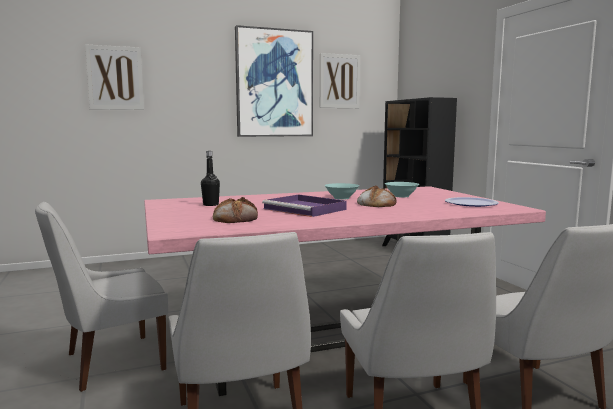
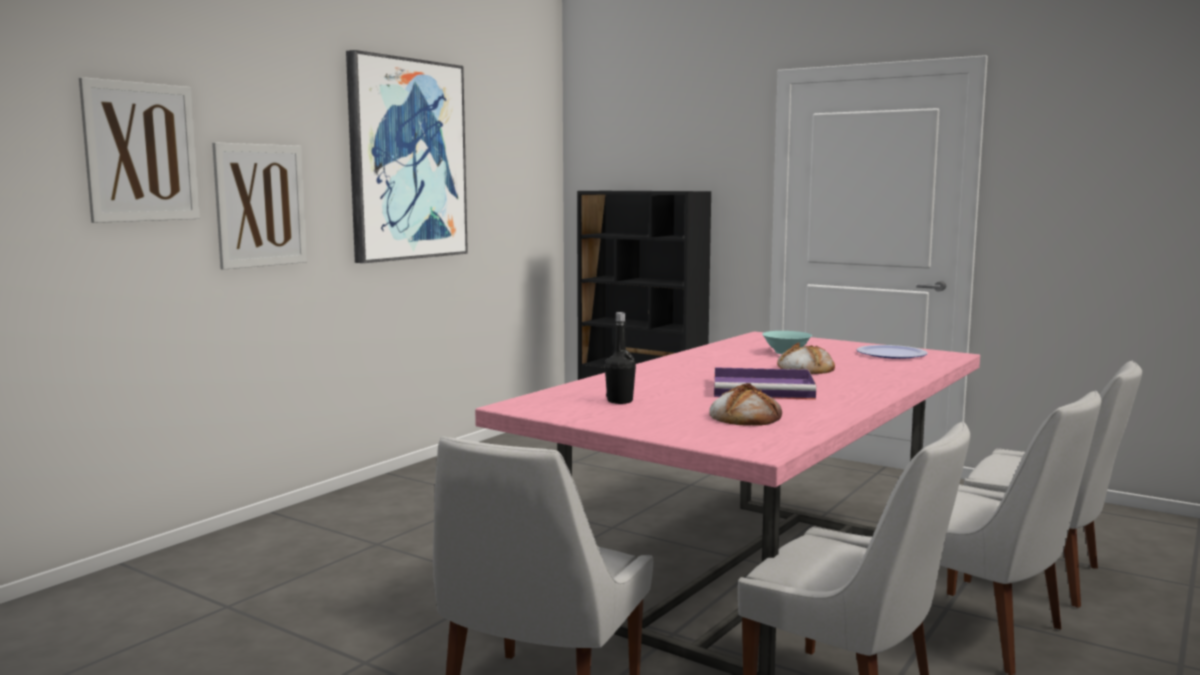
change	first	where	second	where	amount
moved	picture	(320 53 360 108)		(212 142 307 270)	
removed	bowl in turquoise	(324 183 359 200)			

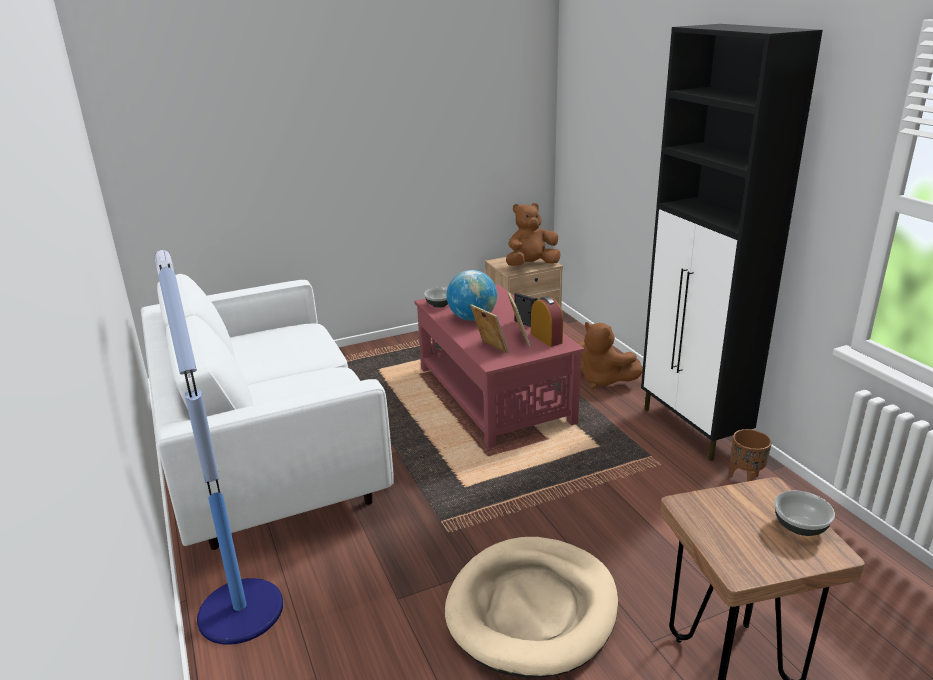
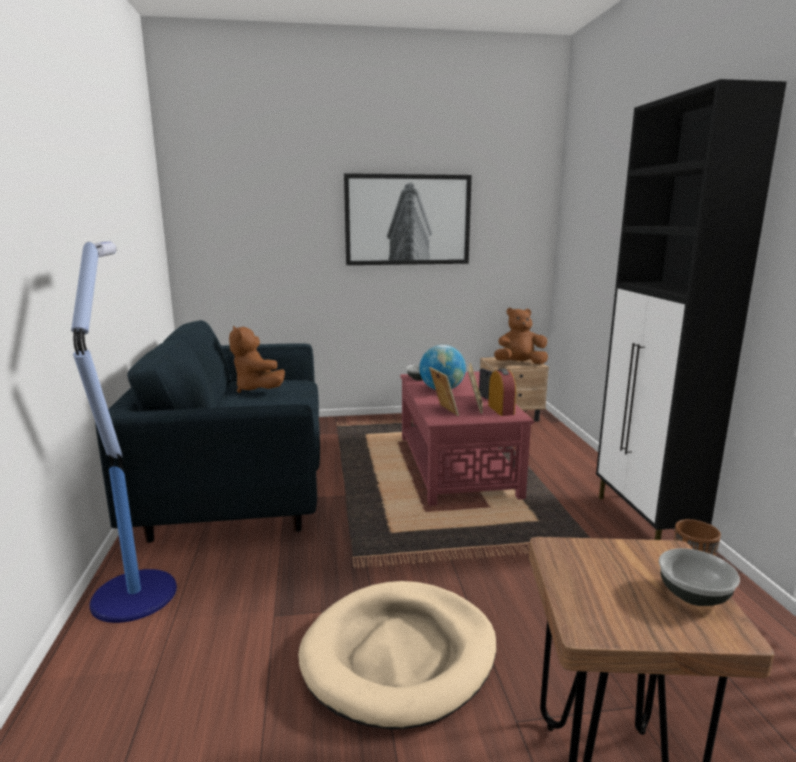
change	first	where	second	where	amount
recoloured	sofa in white	(141 274 394 550)	sofa in blue	(95 320 320 543)	
moved	plush toy in brown	(578 322 643 389)		(229 326 285 393)	
added			picture	(344 173 472 265)	

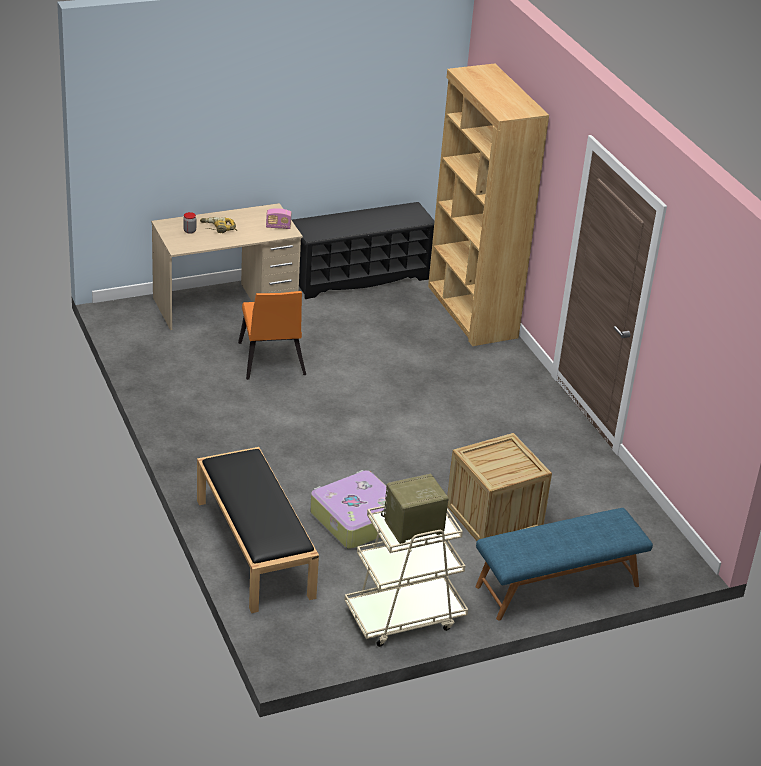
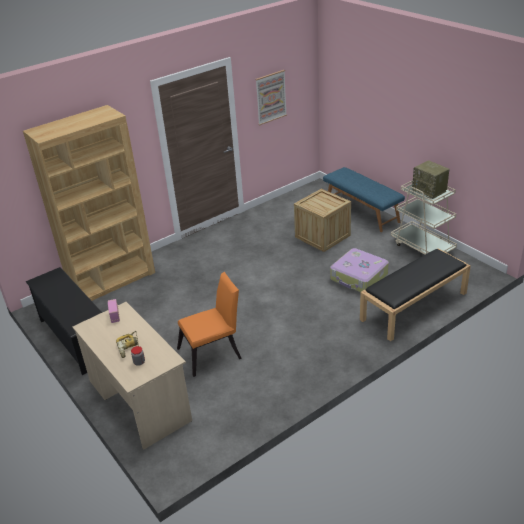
change	first	where	second	where	amount
added			picture	(255 70 287 125)	

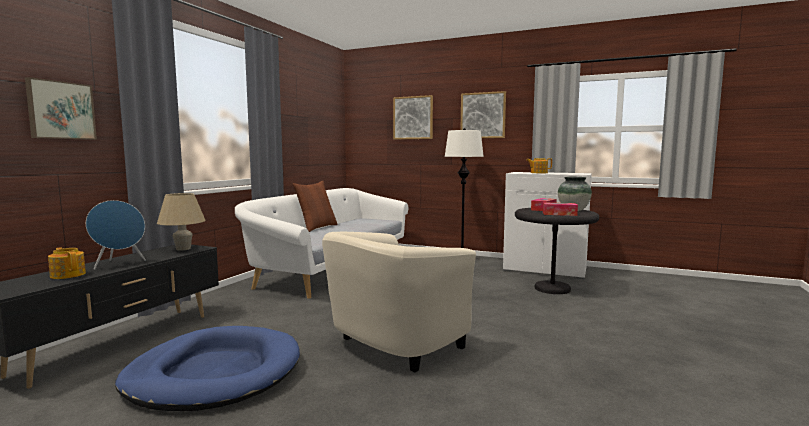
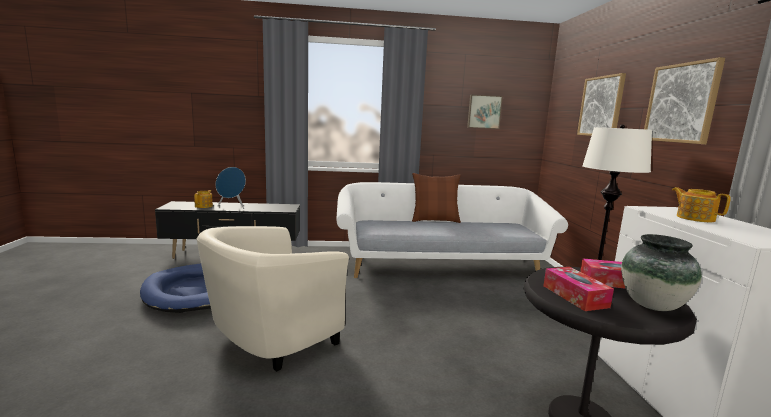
change	first	where	second	where	amount
turned	armchair in beige	(322 232 476 373)		(197 226 349 372)	60 degrees counterclockwise
moved	picture	(25 77 97 140)		(467 95 503 129)	
removed	table lamp in beige	(157 193 206 251)			

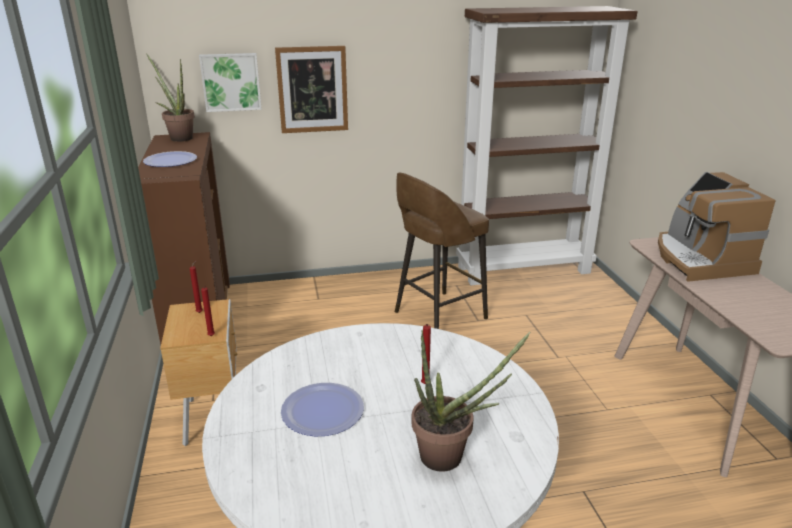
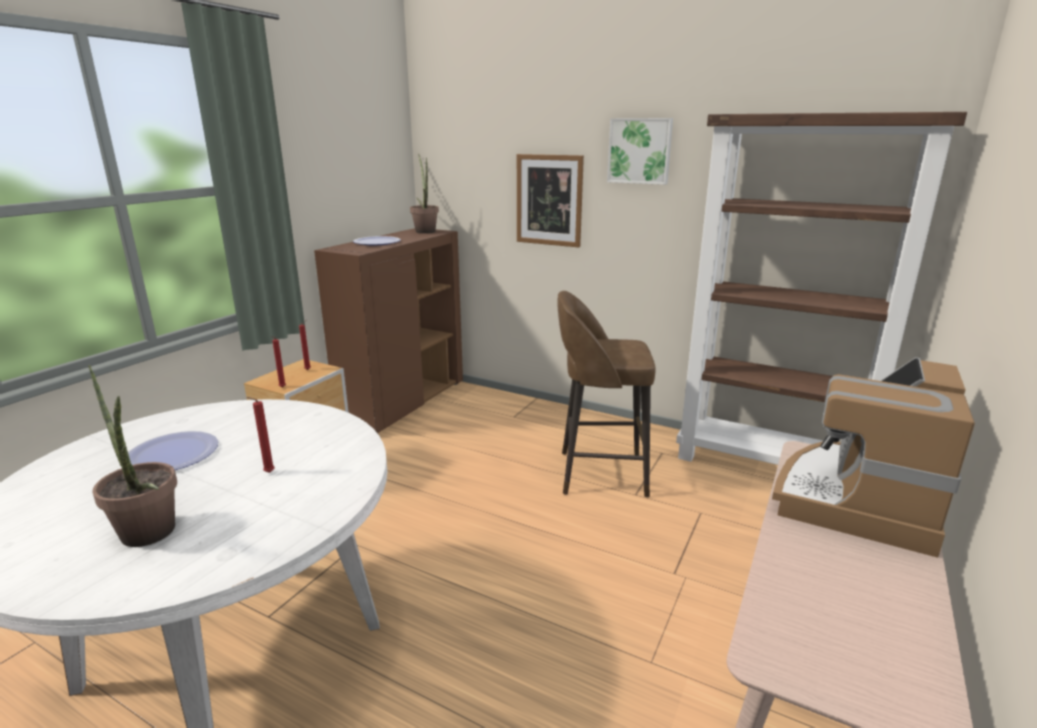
change	first	where	second	where	amount
moved	picture	(199 53 262 112)		(607 118 673 185)	

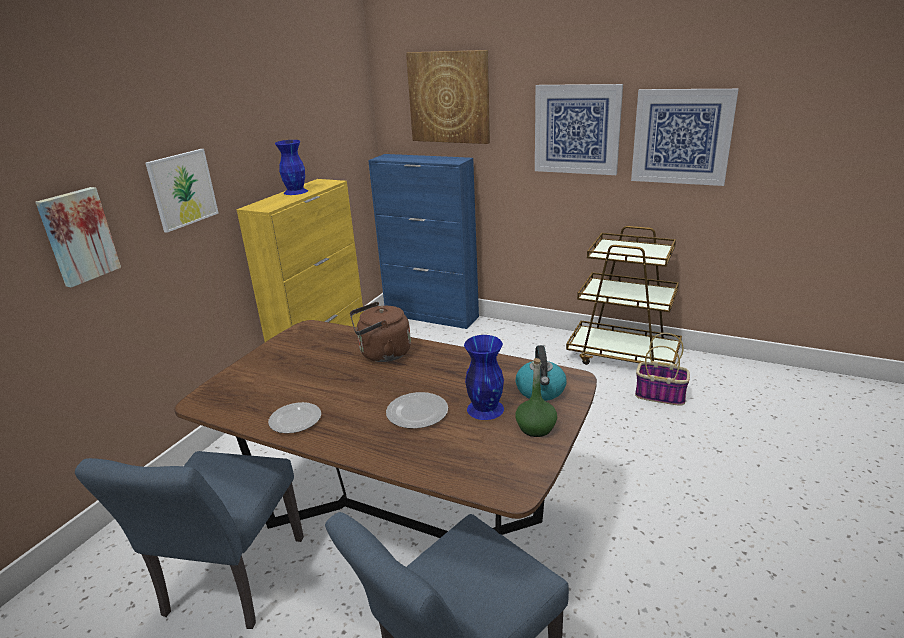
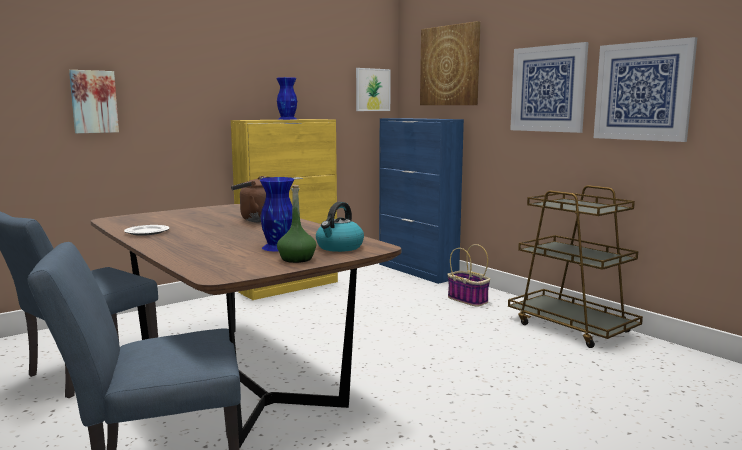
change	first	where	second	where	amount
moved	picture	(145 149 219 233)		(356 68 391 111)	
moved	basket	(635 333 690 406)		(447 244 490 307)	
removed	plate	(386 392 448 429)			

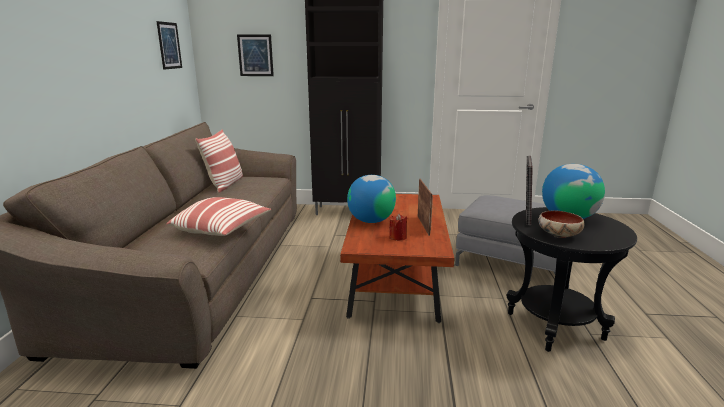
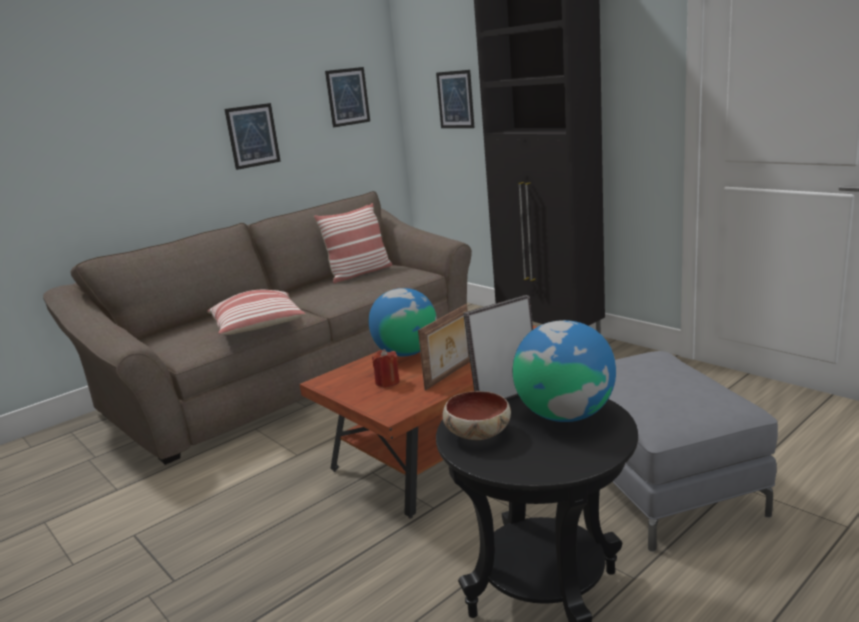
change	first	where	second	where	amount
added			picture	(224 103 281 170)	

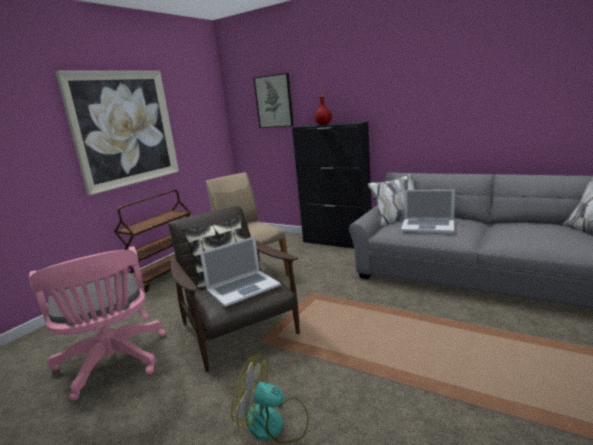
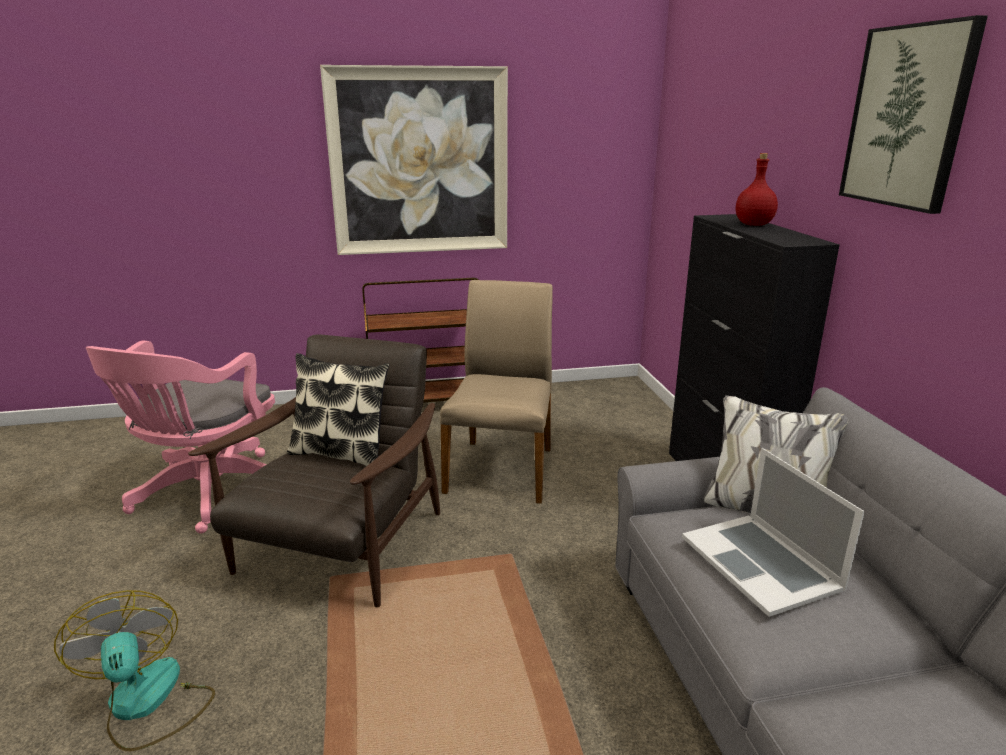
change	first	where	second	where	amount
moved	picture	(254 73 294 128)		(839 15 988 214)	
removed	laptop	(200 236 281 307)			

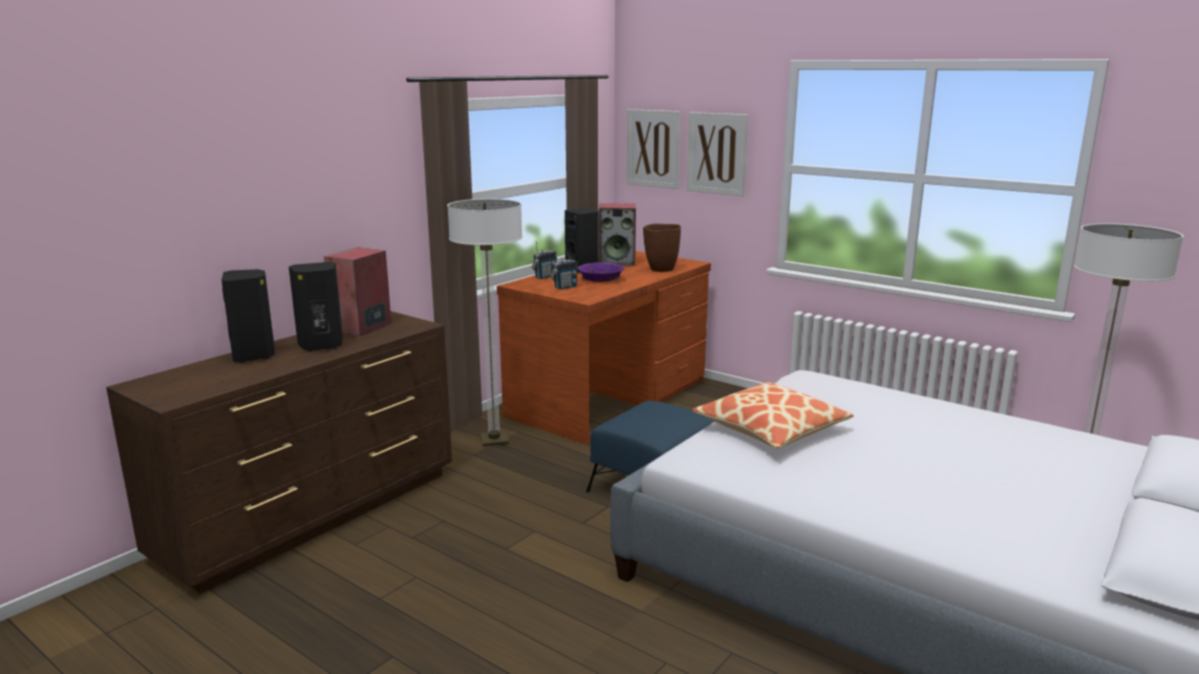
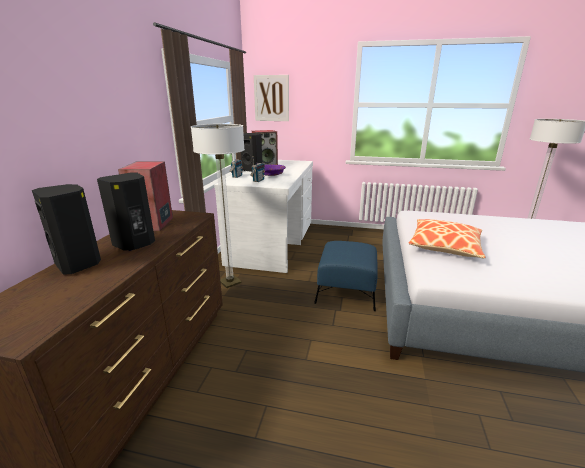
change	first	where	second	where	amount
recoloured	desk in brown	(497 251 711 445)	desk in white	(214 160 313 273)	
removed	vase in brown	(643 223 681 272)			
removed	picture	(687 112 748 196)			

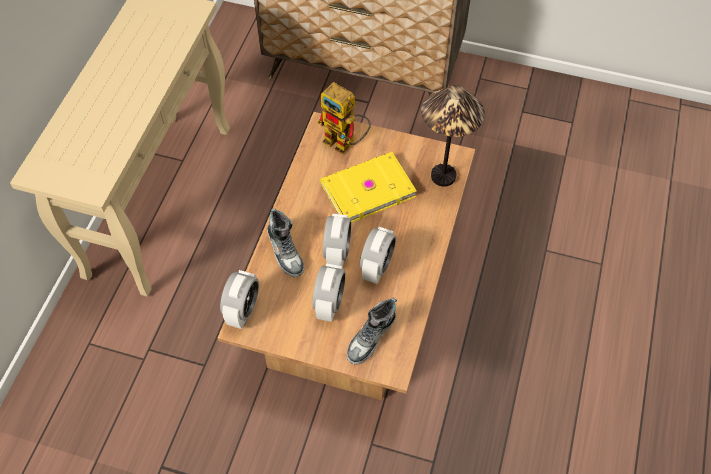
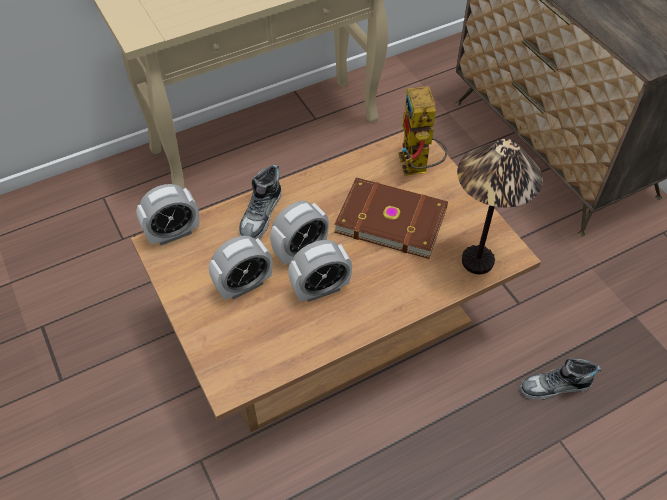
change	first	where	second	where	amount
recoloured	book in yellow	(320 152 417 223)	book in brown	(334 177 448 259)	
moved	shoe	(347 298 397 365)		(520 358 601 400)	

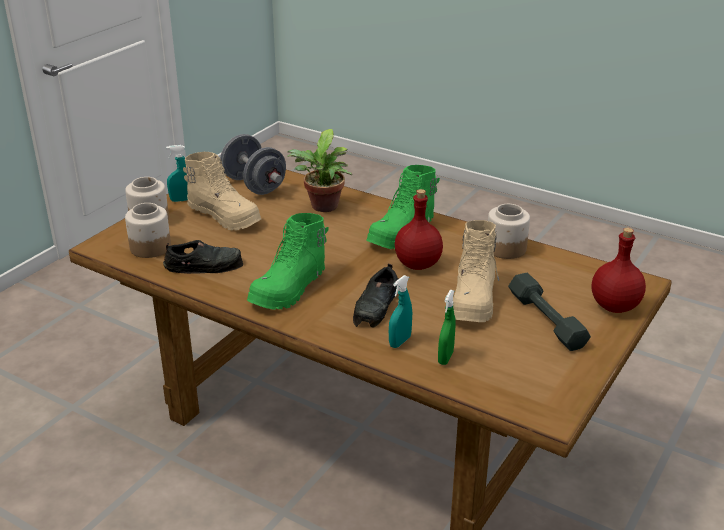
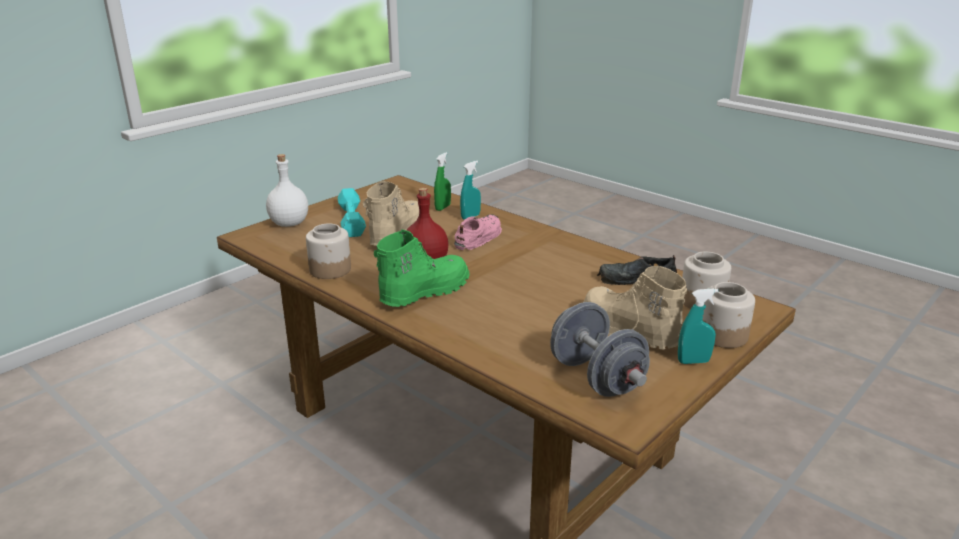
change	first	where	second	where	amount
recoloured	bottle in red	(592 228 646 313)	bottle in white	(266 154 308 227)	
recoloured	dumbbell in grey	(508 273 591 351)	dumbbell in turquoise	(338 188 366 237)	
recoloured	shoe in black	(353 264 398 328)	shoe in pink	(454 214 502 250)	
removed	boot in green	(247 213 329 310)			
removed	potted plant	(287 129 352 212)			

